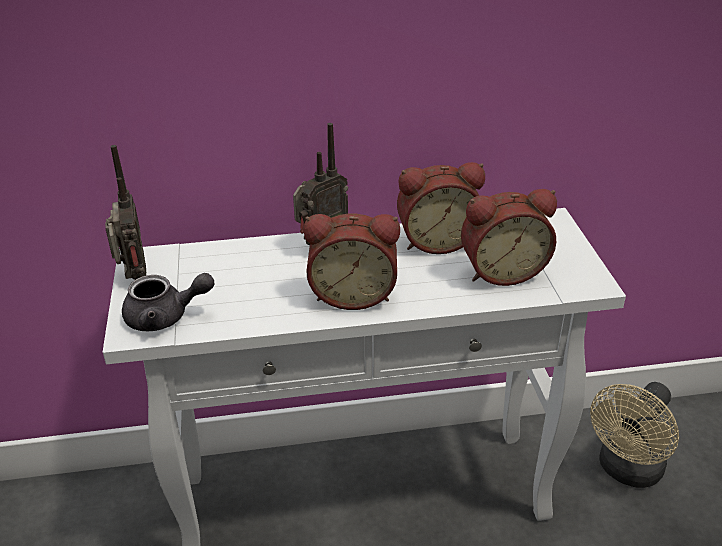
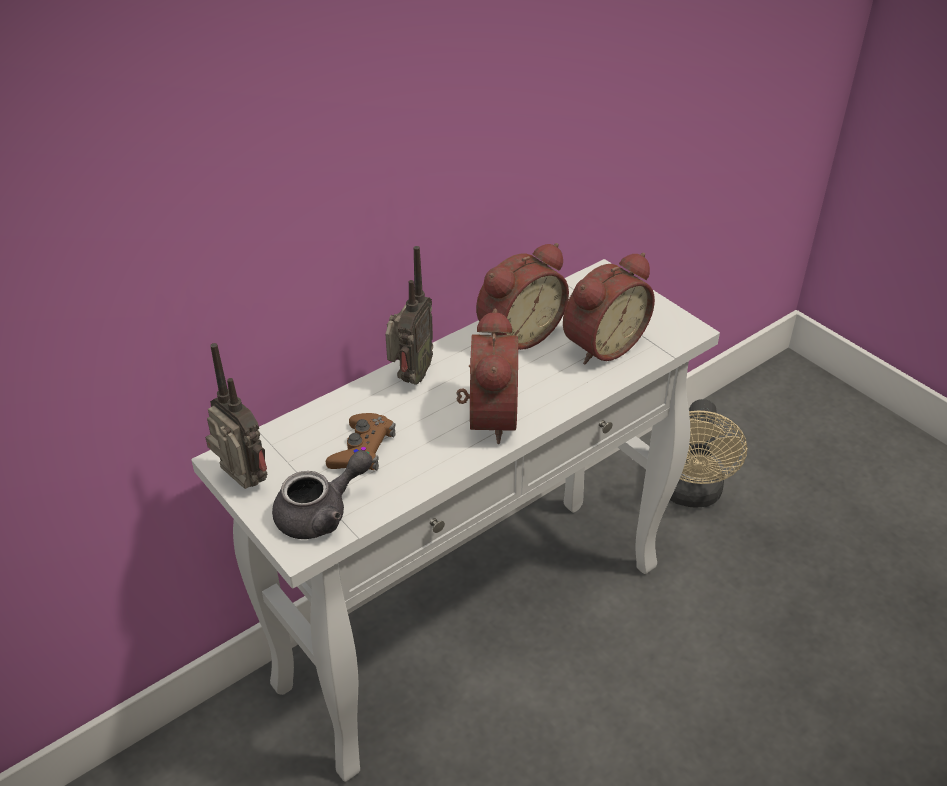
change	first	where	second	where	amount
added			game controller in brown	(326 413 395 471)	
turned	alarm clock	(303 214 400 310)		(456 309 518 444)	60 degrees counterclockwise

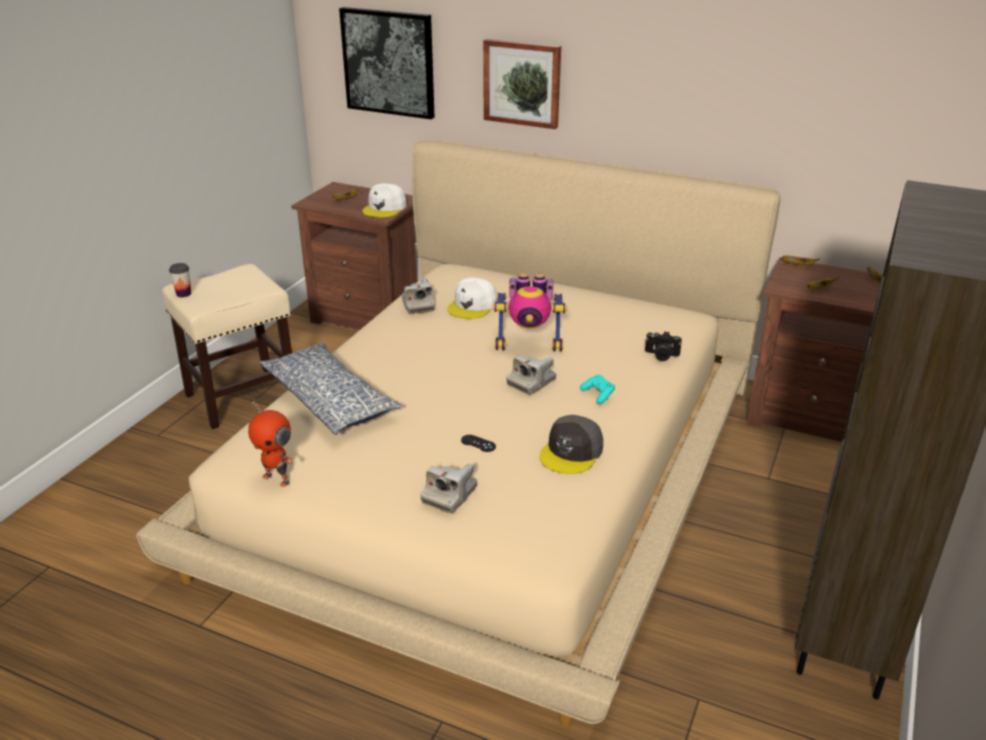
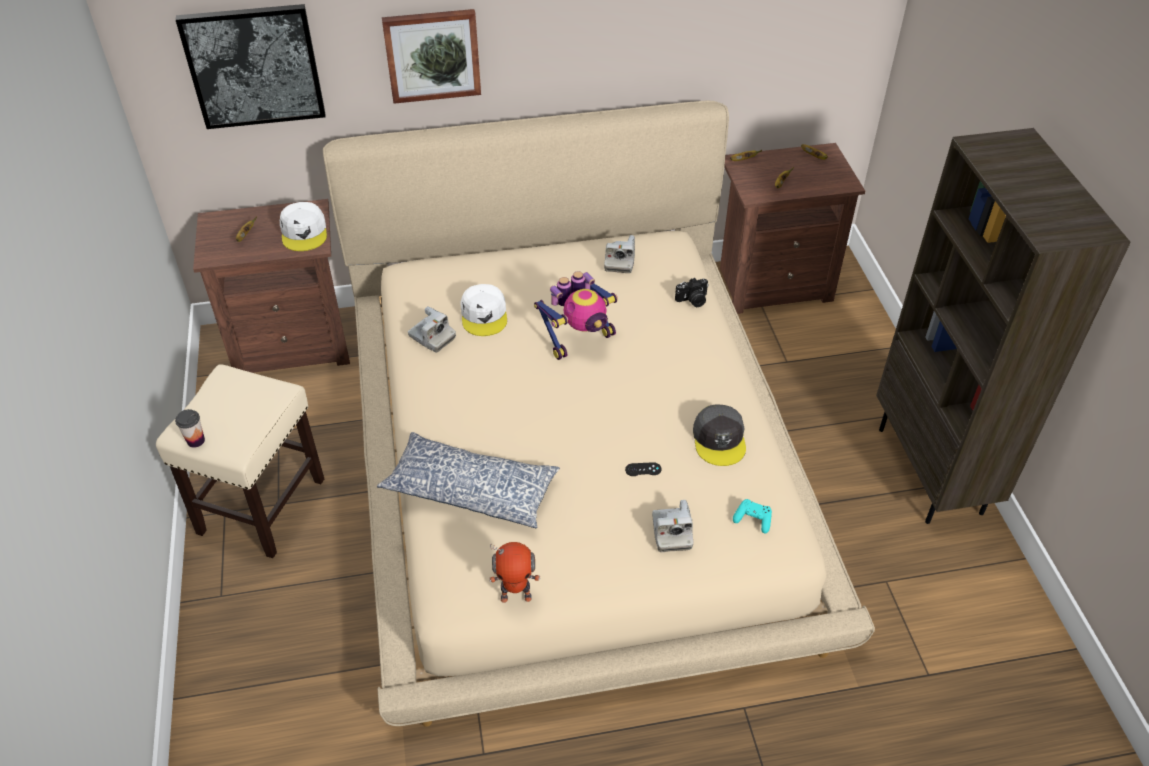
change	first	where	second	where	amount
moved	photo camera	(506 355 556 395)		(604 235 635 273)	
moved	game controller in turquoise	(580 375 615 404)		(733 499 772 533)	

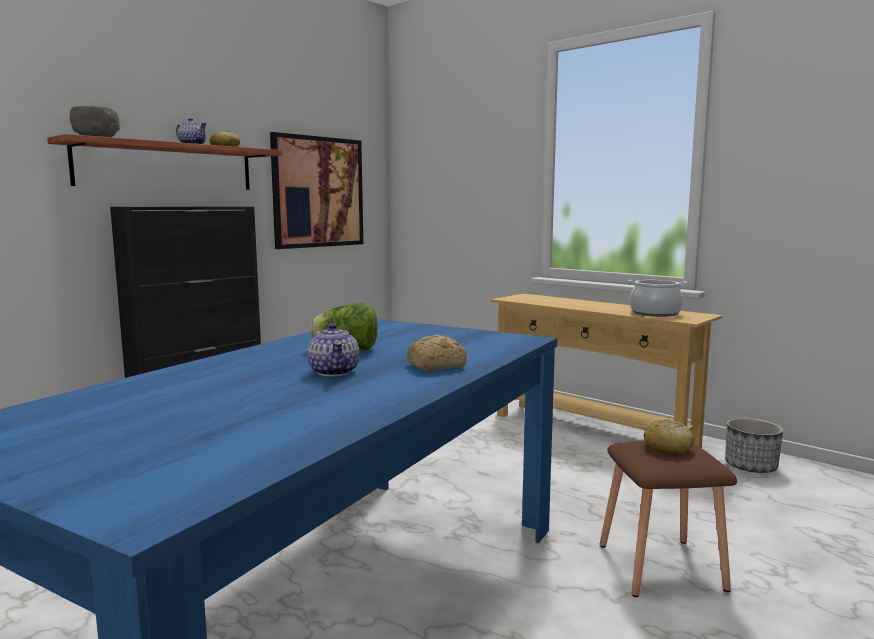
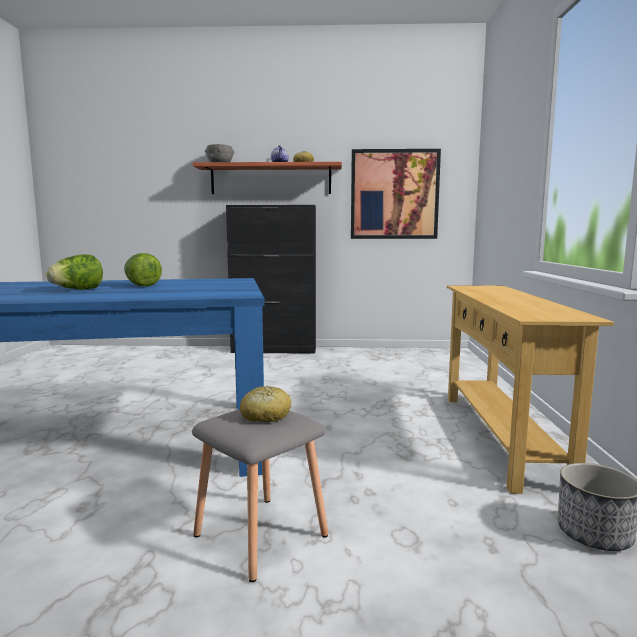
change	first	where	second	where	amount
replaced	teapot	(307 323 359 377)	lettuce	(46 254 103 290)	
recoloured	stool in brown	(600 441 737 597)	stool in grey	(192 409 328 582)	
removed	bread	(407 335 467 371)			
removed	cooking pot	(628 280 687 317)			

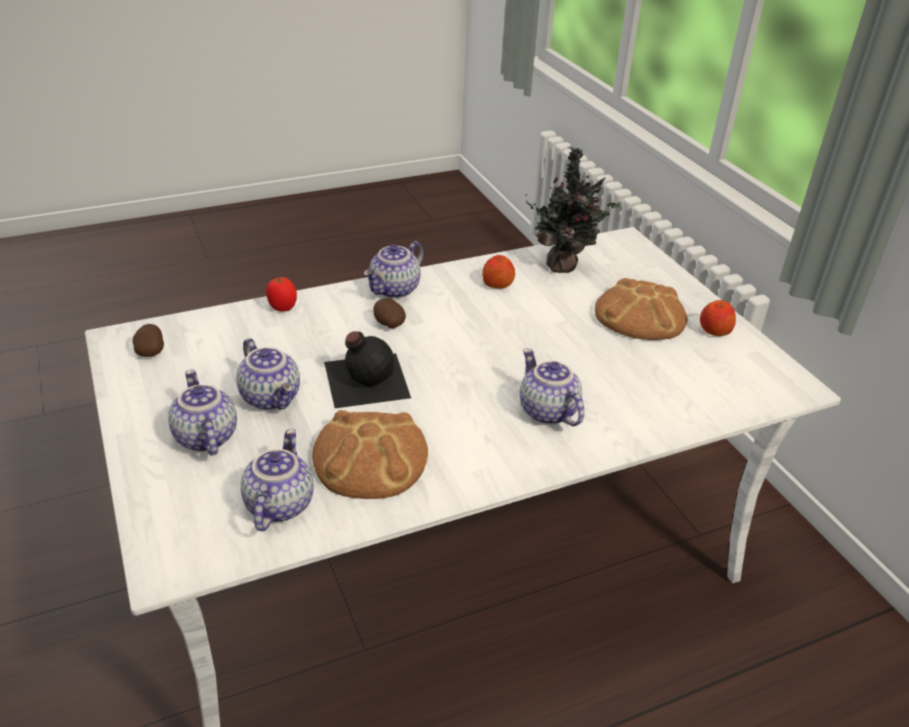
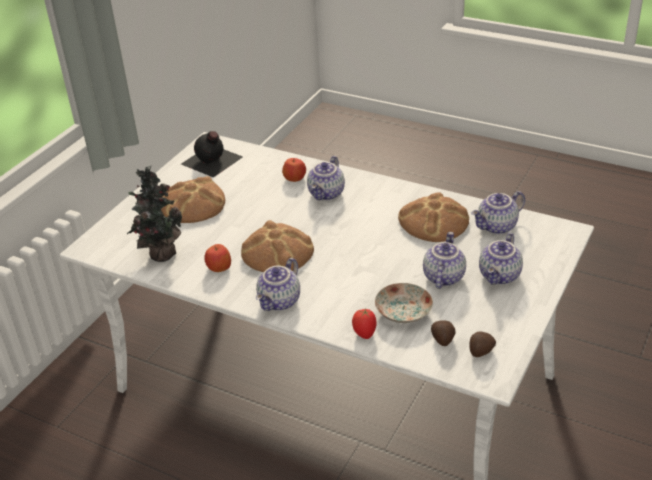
change	first	where	second	where	amount
moved	bottle in black	(324 331 411 408)		(181 131 243 178)	
added			bread	(241 220 314 272)	
turned	teapot	(364 241 424 299)		(256 258 300 311)	120 degrees clockwise
moved	apple	(700 300 736 336)		(282 158 306 182)	
added			plate	(375 283 433 323)	
moved	potato	(373 298 406 328)		(431 320 456 346)	

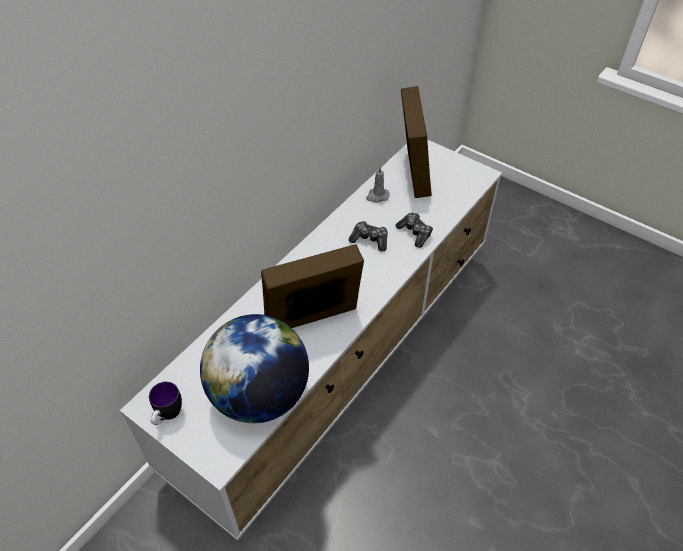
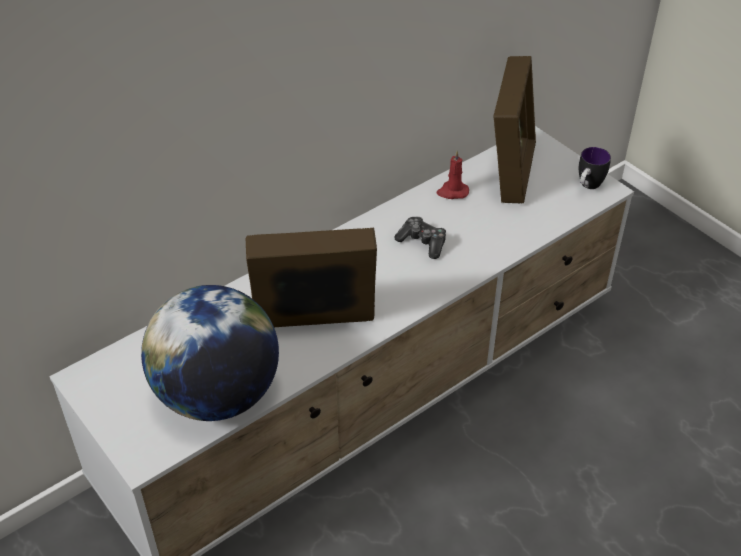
change	first	where	second	where	amount
recoloured	candle in grey	(366 167 390 202)	candle in red	(437 150 469 199)	
moved	mug	(149 382 182 425)		(579 147 611 189)	
removed	game controller	(396 213 433 248)			

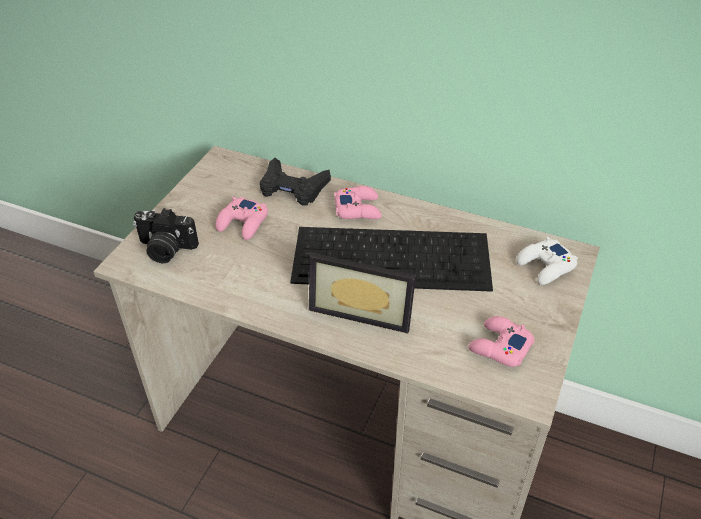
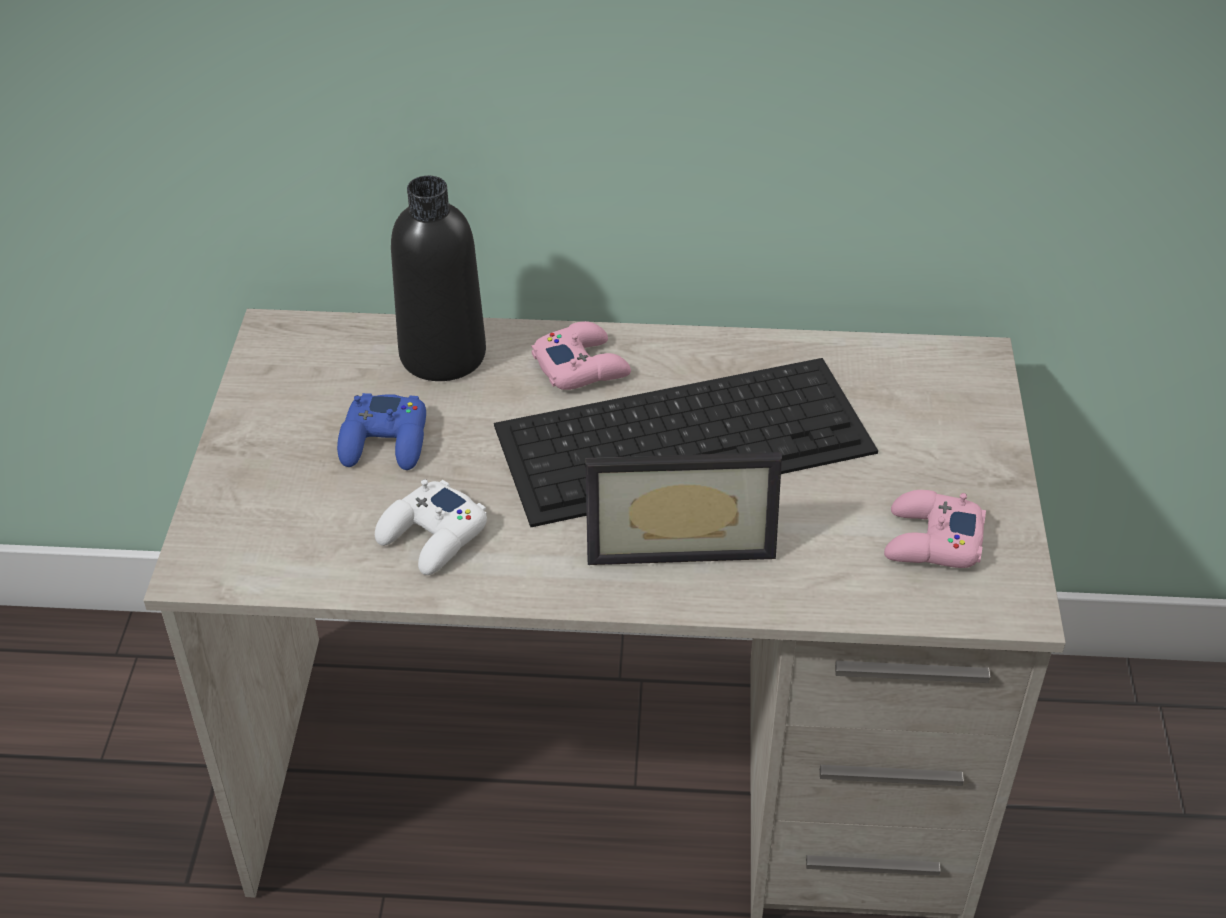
change	first	where	second	where	amount
recoloured	game controller in pink	(215 197 268 240)	game controller in blue	(337 393 426 470)	
moved	game controller in white	(516 237 578 285)		(375 479 487 575)	
replaced	game controller in black	(260 158 331 206)	bottle in black	(391 176 486 381)	
removed	photo camera	(133 208 199 263)			

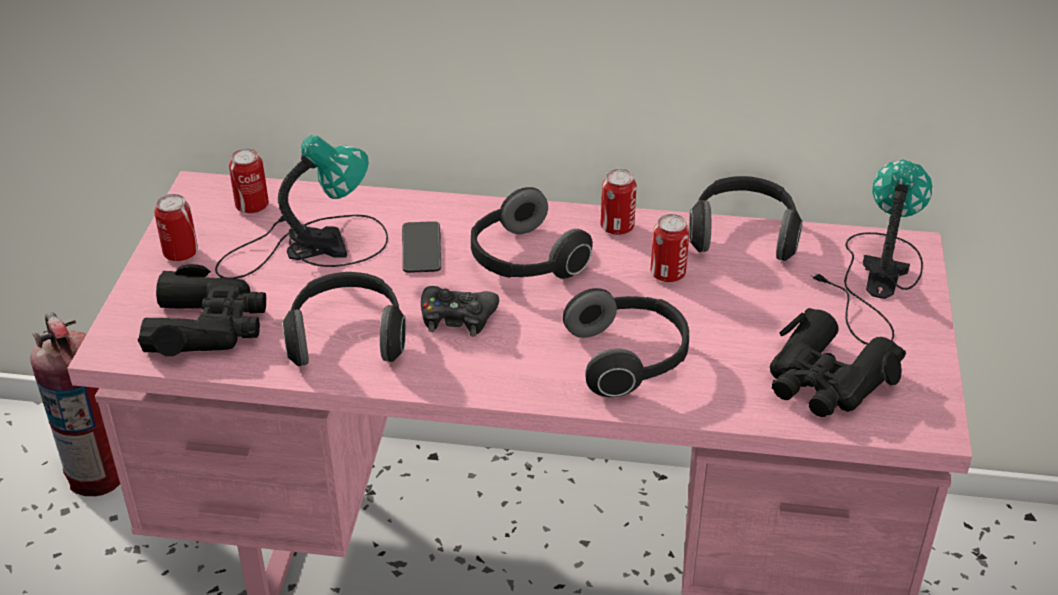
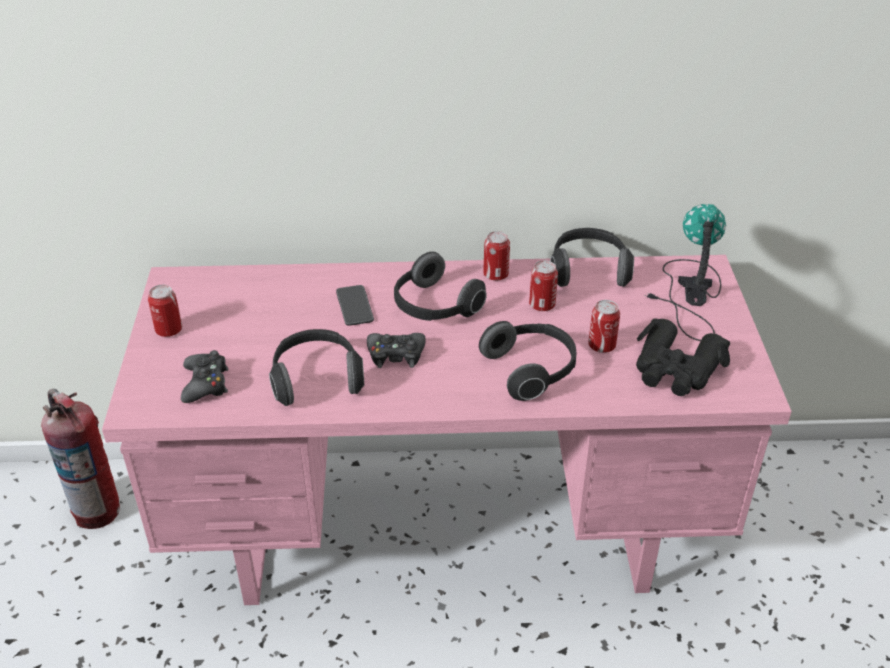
change	first	where	second	where	amount
replaced	binoculars in black	(138 264 266 356)	game controller in black	(181 350 228 403)	
moved	can	(229 148 269 214)		(588 300 620 353)	
removed	table lamp	(215 135 388 279)			

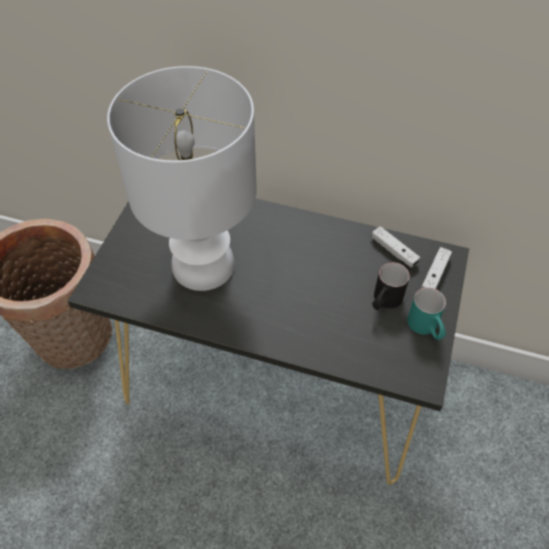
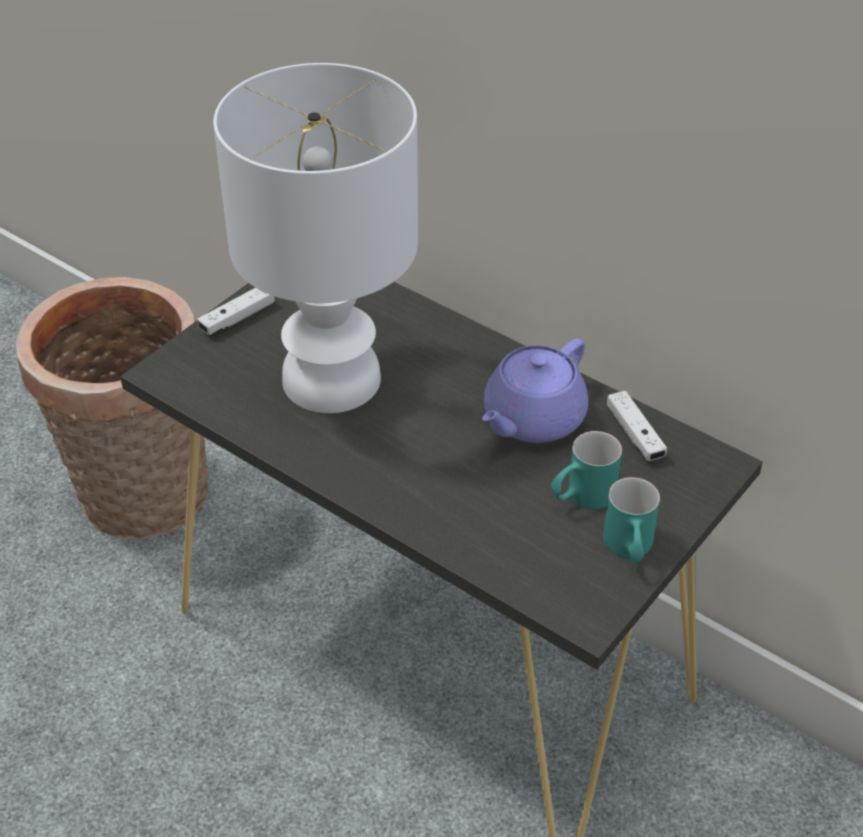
change	first	where	second	where	amount
moved	game controller in white	(421 247 452 289)		(197 288 275 335)	
added			teapot in purple	(482 339 588 443)	
recoloured	mug in black	(372 262 410 310)	mug in turquoise	(551 431 622 509)	

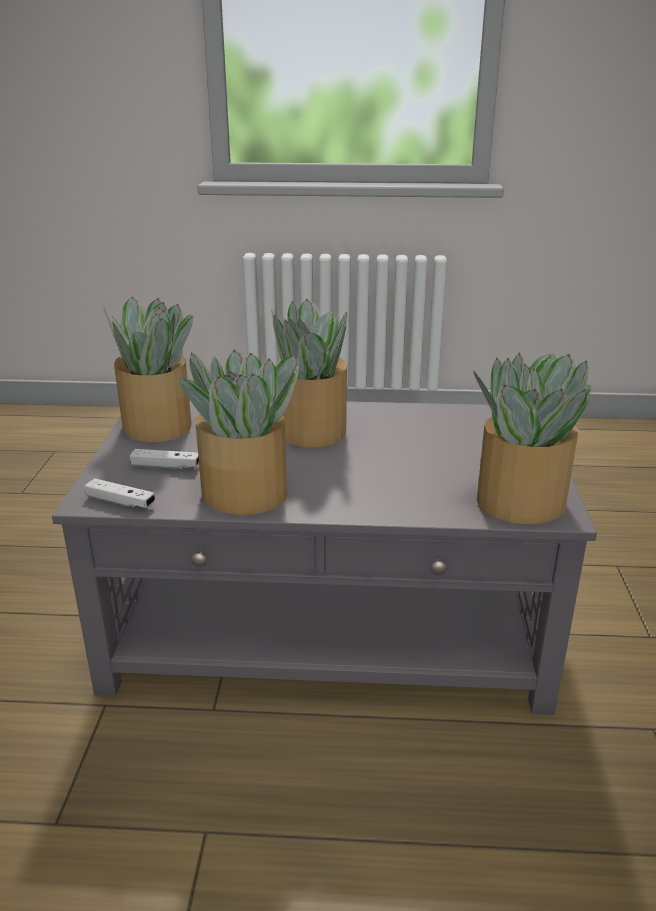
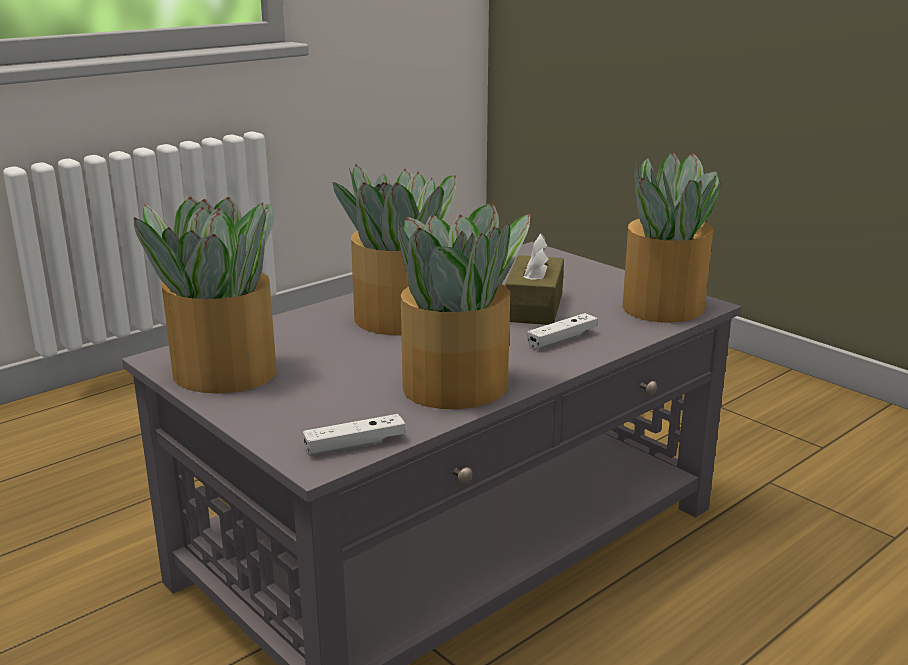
change	first	where	second	where	amount
added			tissue box in brown	(505 233 564 325)	
moved	game controller in white	(130 449 199 469)		(528 313 597 350)	

